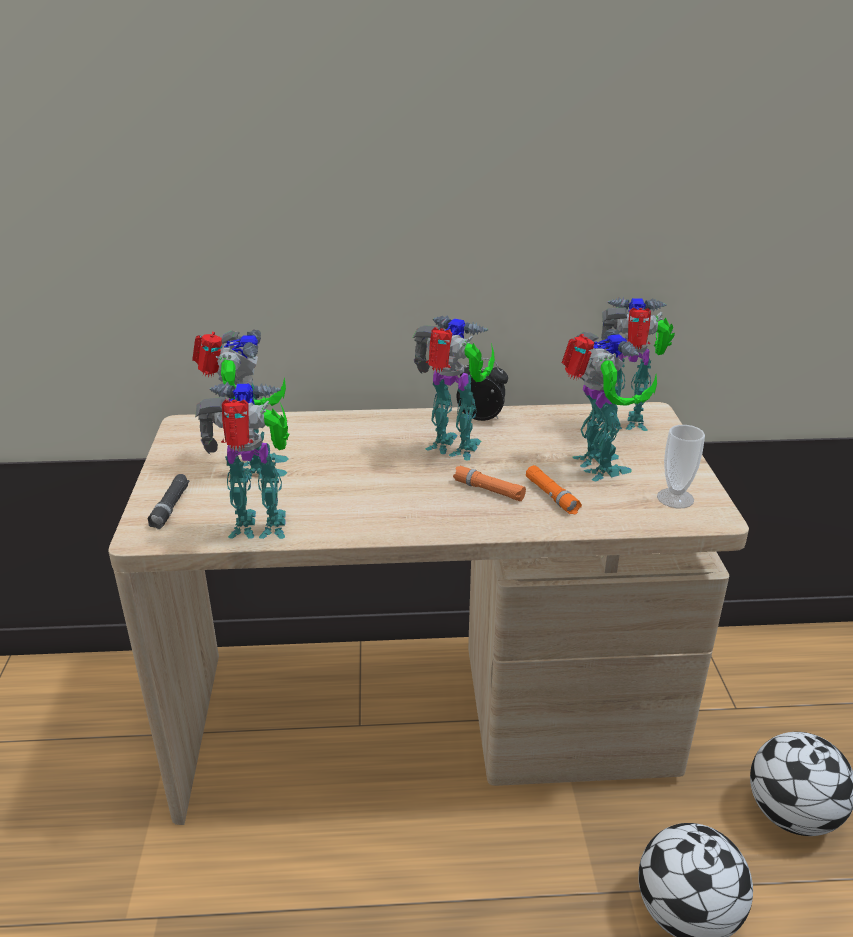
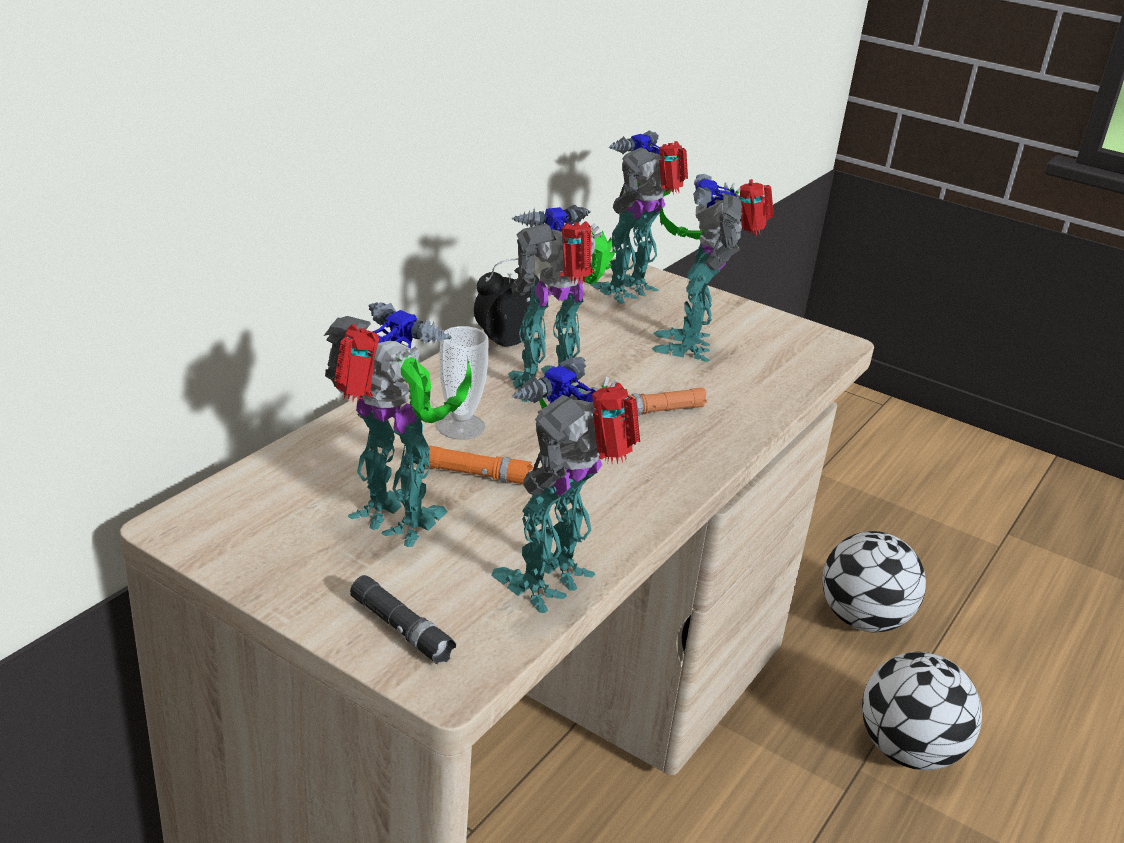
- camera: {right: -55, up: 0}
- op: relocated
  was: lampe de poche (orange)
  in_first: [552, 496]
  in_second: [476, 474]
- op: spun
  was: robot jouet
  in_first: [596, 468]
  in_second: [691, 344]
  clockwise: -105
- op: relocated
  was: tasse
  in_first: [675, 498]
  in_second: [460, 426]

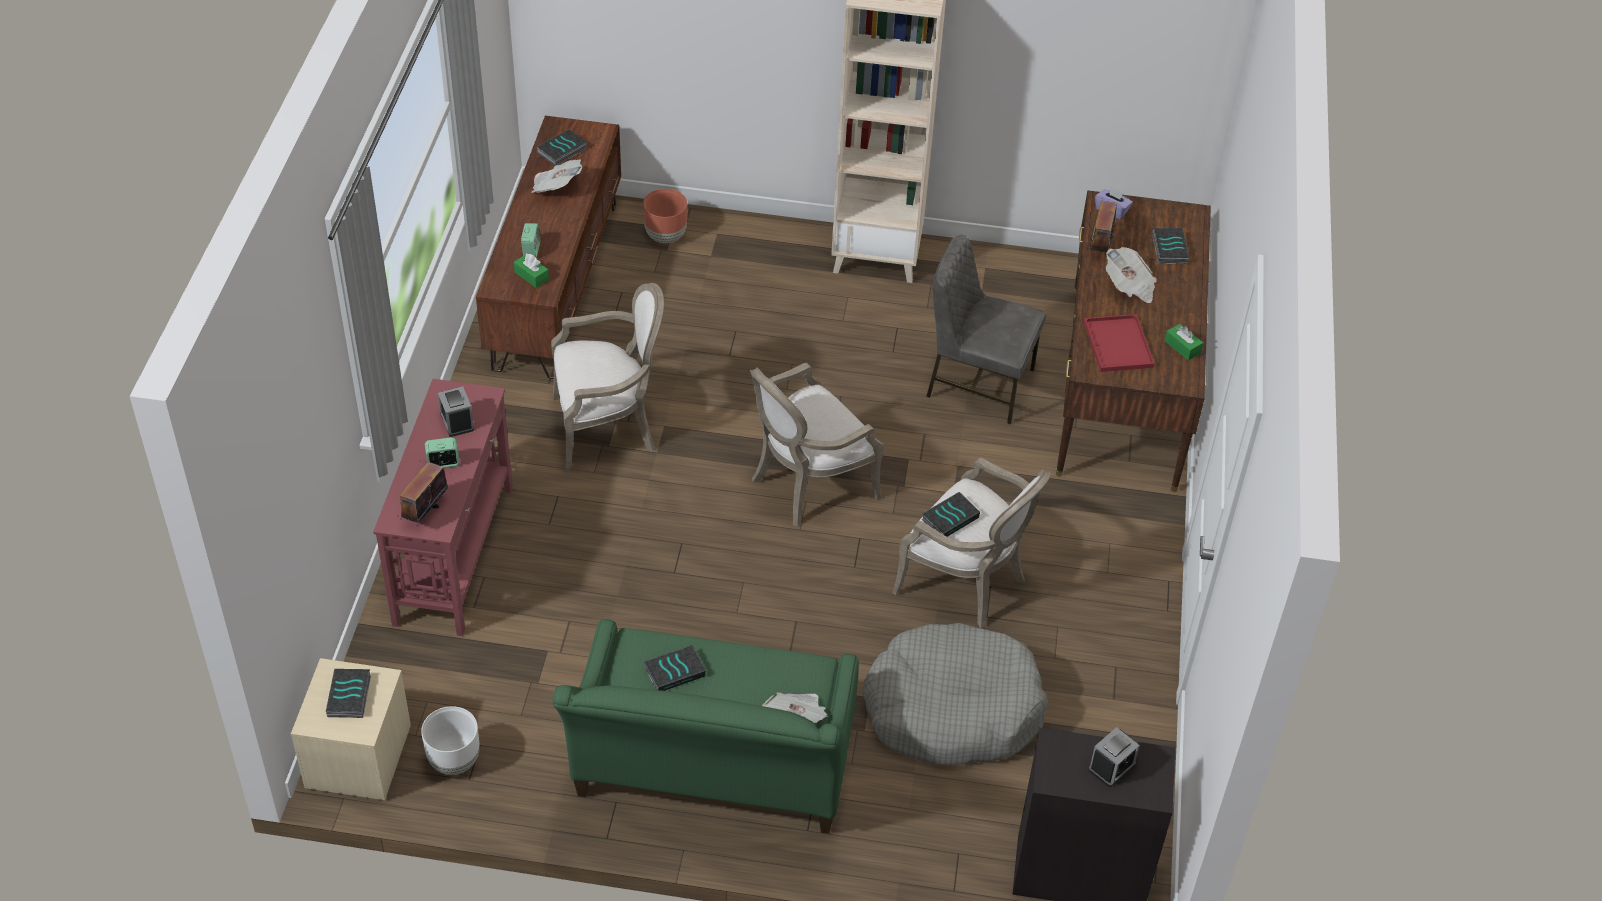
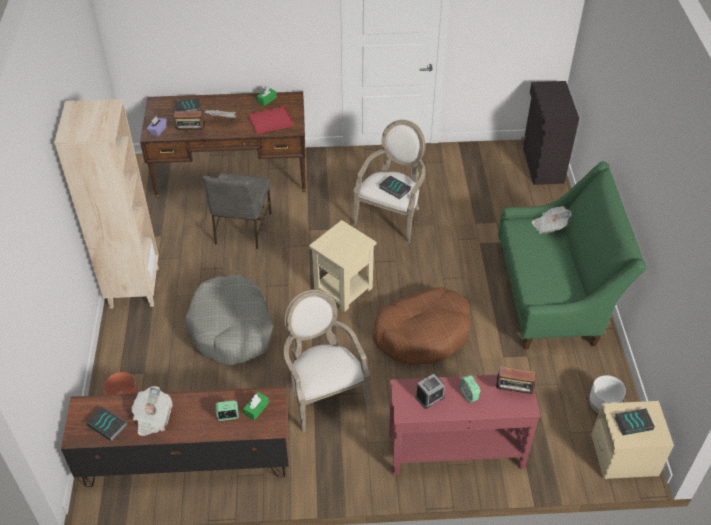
- camera: {right: -100, up: 0}
- op: missing
  was: livre
  in_first: [675, 671]
- op: exchanged
  was: fauteuil
  now: table d'appoint (beige)
  in_first: [806, 485]
  in_second: [343, 290]
- op: relocated
  was: panier pour chien (gris)
  in_first: [951, 709]
  in_second: [231, 328]
- op: missing
  was: réveil
  in_first: [1111, 767]
- op: appeared
  now: panier pour chien (marron)
  in_second: [422, 334]

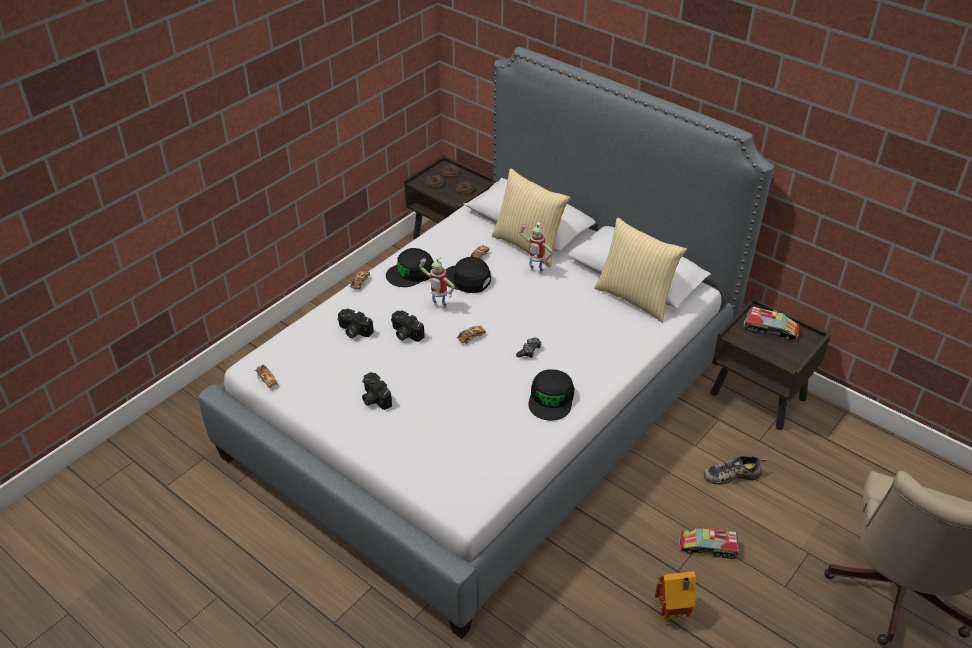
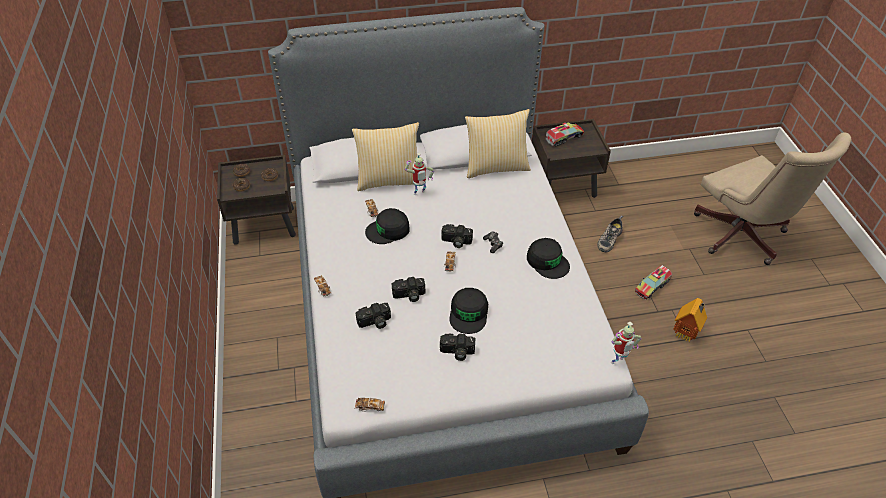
- camera: {right: -50, up: 5}
- op: relocated
  was: casquette (noir)
  in_first: [411, 273]
  in_second: [469, 313]
- op: relocated
  was: robot jouet
  in_first: [439, 307]
  in_second: [618, 362]
- op: appeared
  now: appareil photo
  in_second: [456, 242]

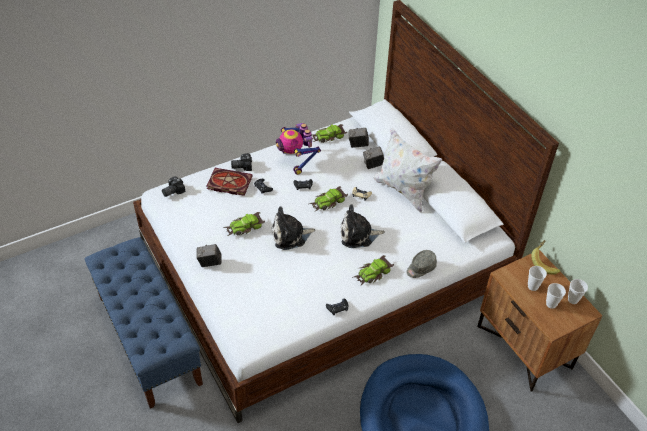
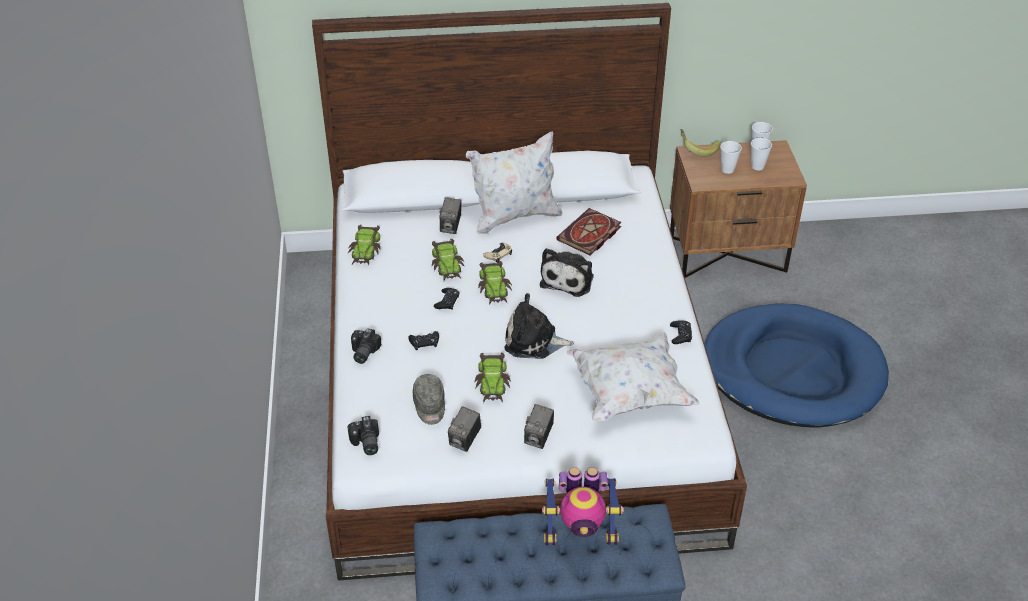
- camera: {right: -65, up: -5}
- op: relocated
  was: livre
  in_first: [228, 183]
  in_second: [589, 235]
- op: spun
  was: peluche
  in_first: [291, 236]
  in_second: [534, 341]
  clockwise: 90
- op: relocated
  was: robot jouet
  in_first: [296, 160]
  in_second: [580, 533]
- op: relocated
  was: appareil photo
  in_first: [358, 145]
  in_second: [465, 440]
- op: relocated
  was: petite voiture
  in_first: [373, 273]
  in_second: [447, 264]
- op: relocated
  was: casquette (gris)
  in_first: [420, 268]
  in_second: [429, 406]
- op: appeared
  now: coussin (blanc)
  in_second: [629, 393]

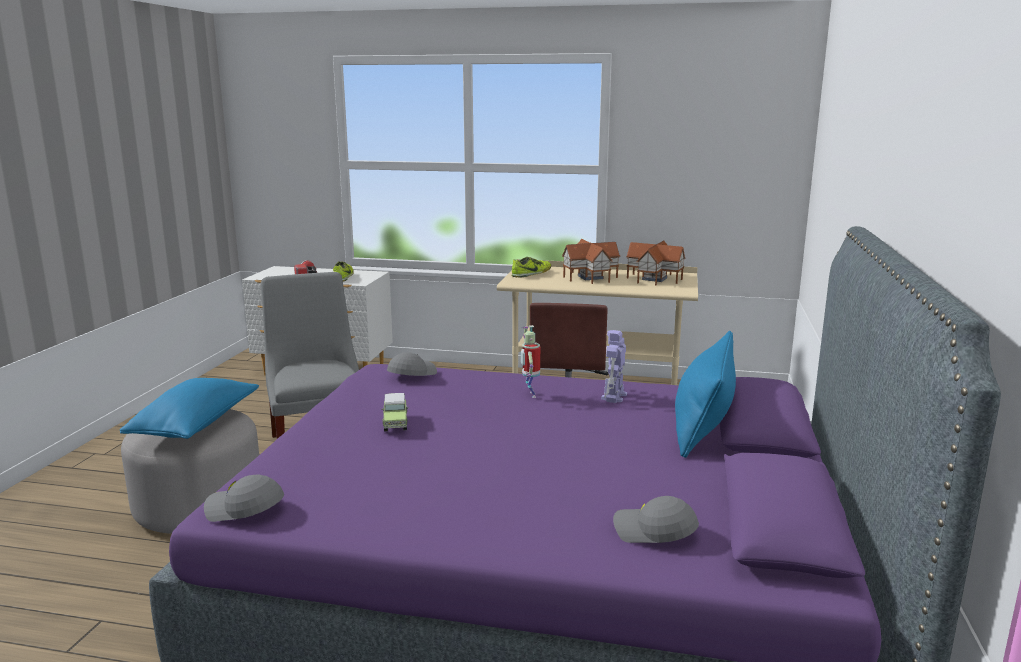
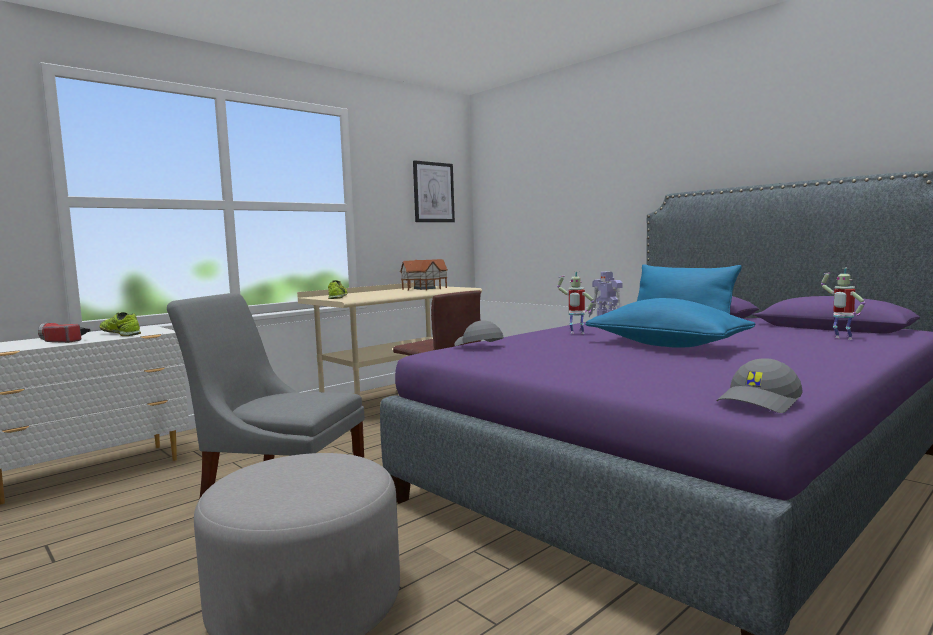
- camera: {right: -55, up: -10}
- op: relocated
  was: coussin (bleu)
  in_first: [196, 425]
  in_second: [667, 345]
- op: missing
  was: petite voiture
  in_first: [395, 422]
- op: missing
  was: maison miniature
  in_first: [590, 277]
- op: exchanged
  was: casquette (gris)
  now: robot jouet
  in_first: [653, 532]
  in_second: [841, 338]
- op: appeared
  now: tableau
  in_second: [433, 192]

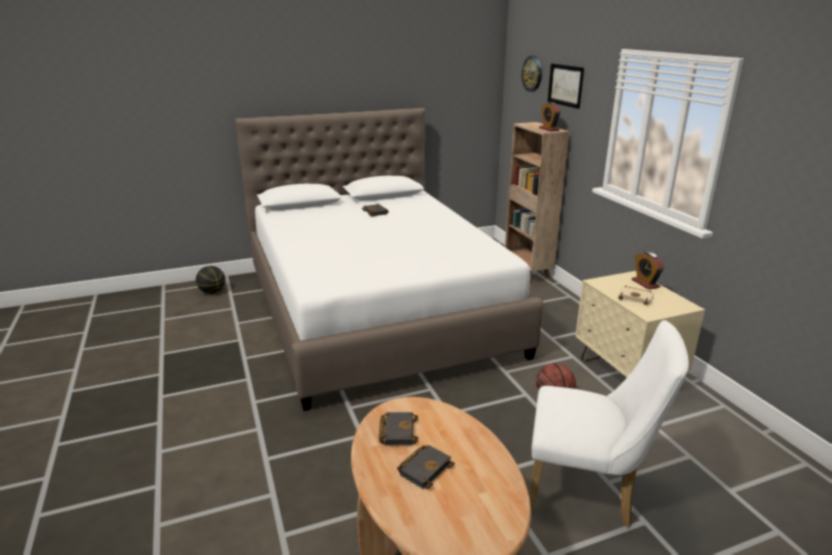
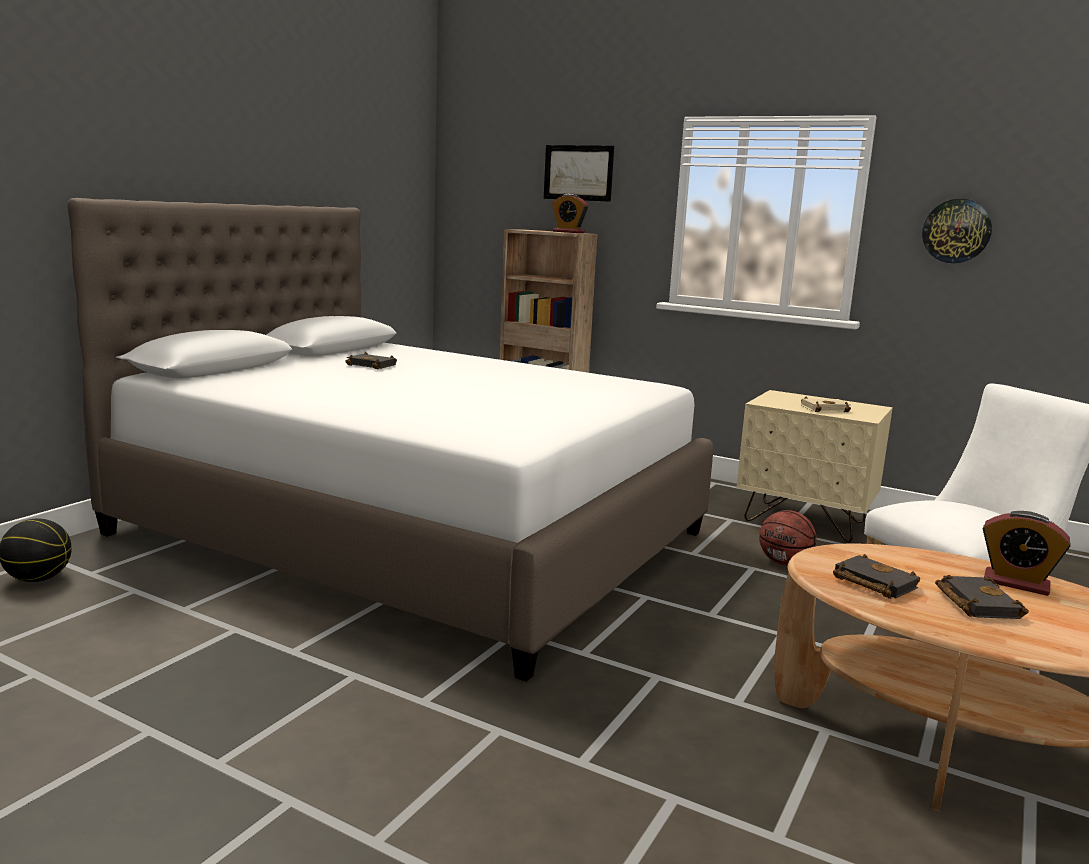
- camera: {right: -40, up: -10}
- op: relocated
  was: horloge murale
  in_first: [532, 73]
  in_second: [956, 231]
- op: relocated
  was: réveil
  in_first: [645, 283]
  in_second: [1016, 583]

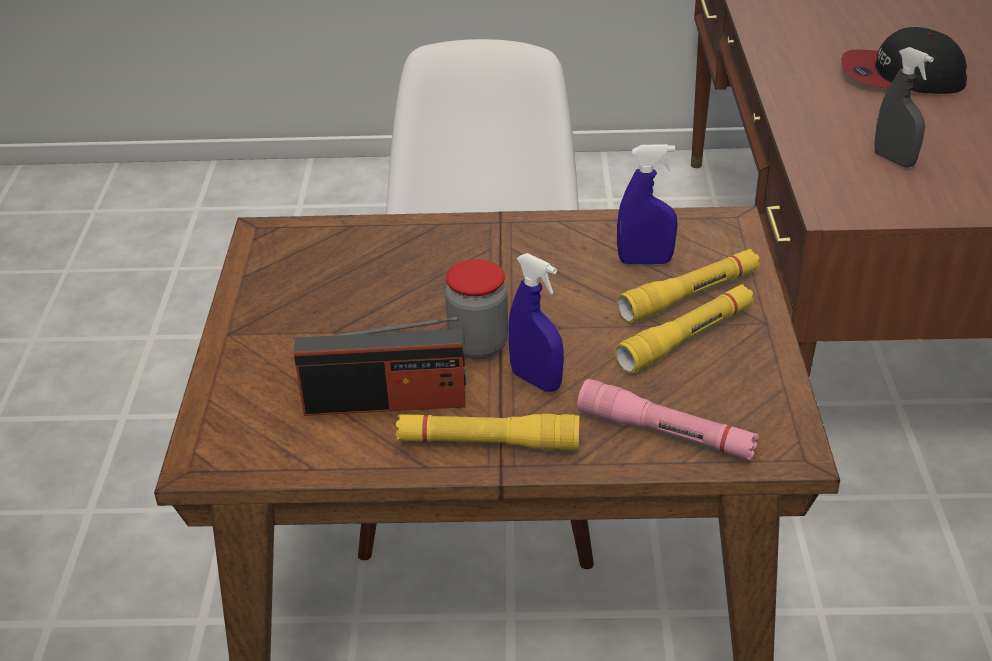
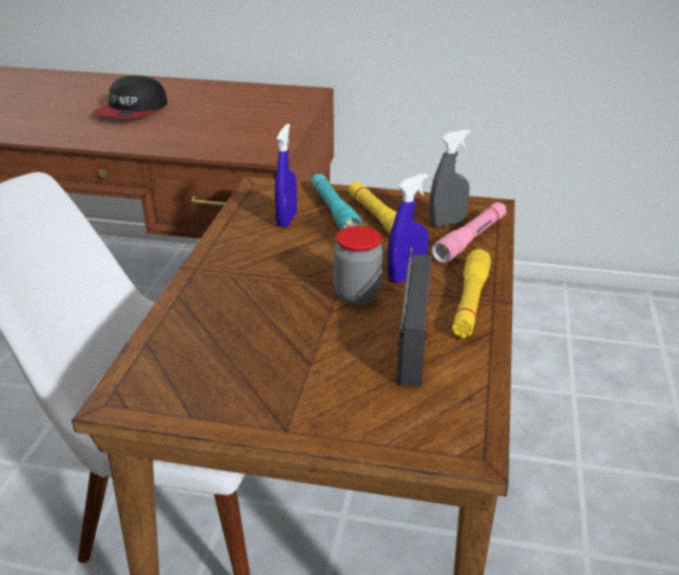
- camera: {right: -80, up: -5}
- op: colour
  was: lampe de poche (jaune)
  now: lampe de poche (turquoise)
  in_first: [689, 296]
  in_second: [334, 211]
- op: relocated
  was: vaporisateur (gris)
  in_first: [894, 160]
  in_second: [447, 223]

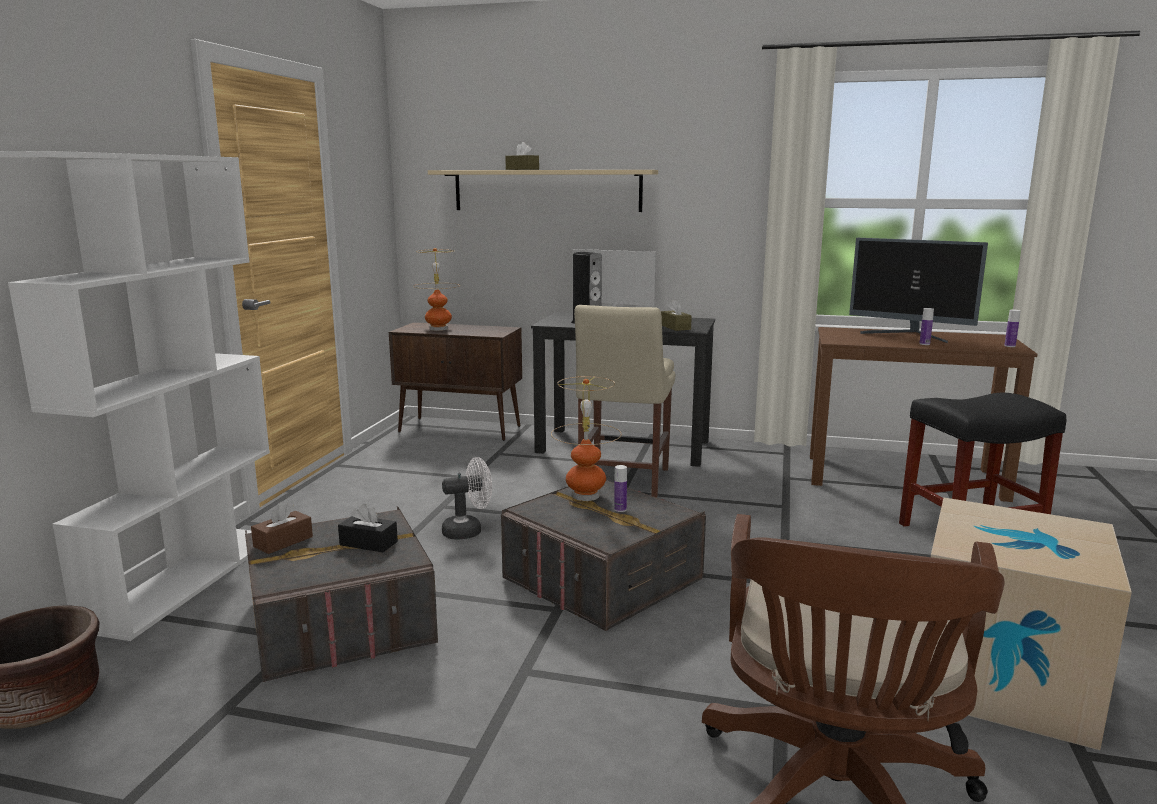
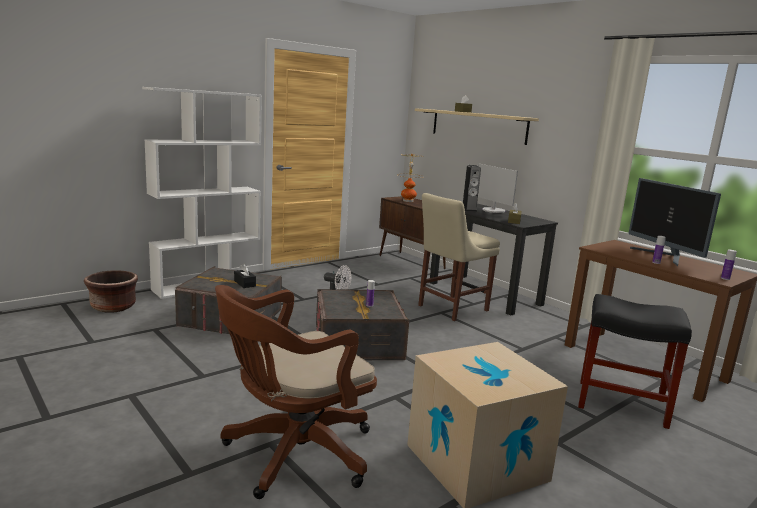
- camera: {right: 35, up: 0}
- op: missing
  was: boîte à mouchoirs (marron)
  in_first: [283, 542]
- op: missing
  was: lampe de table
  in_first: [586, 496]

